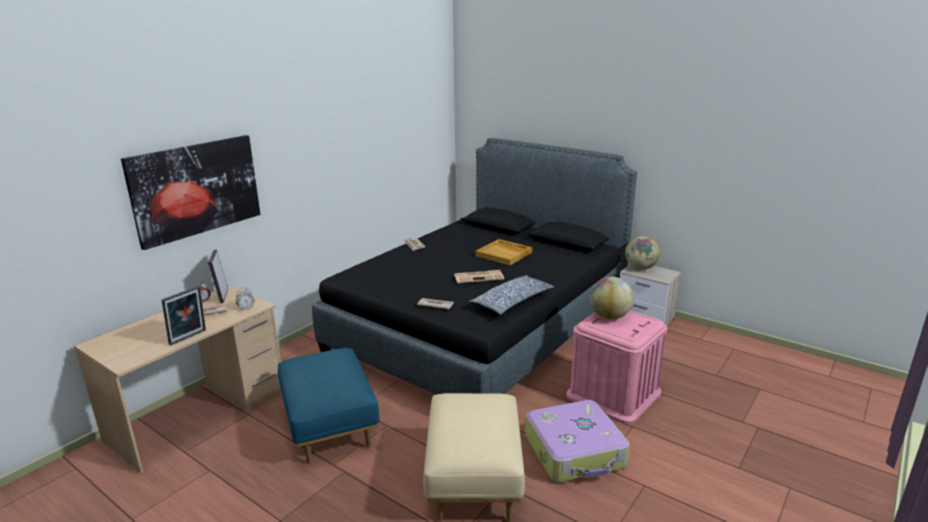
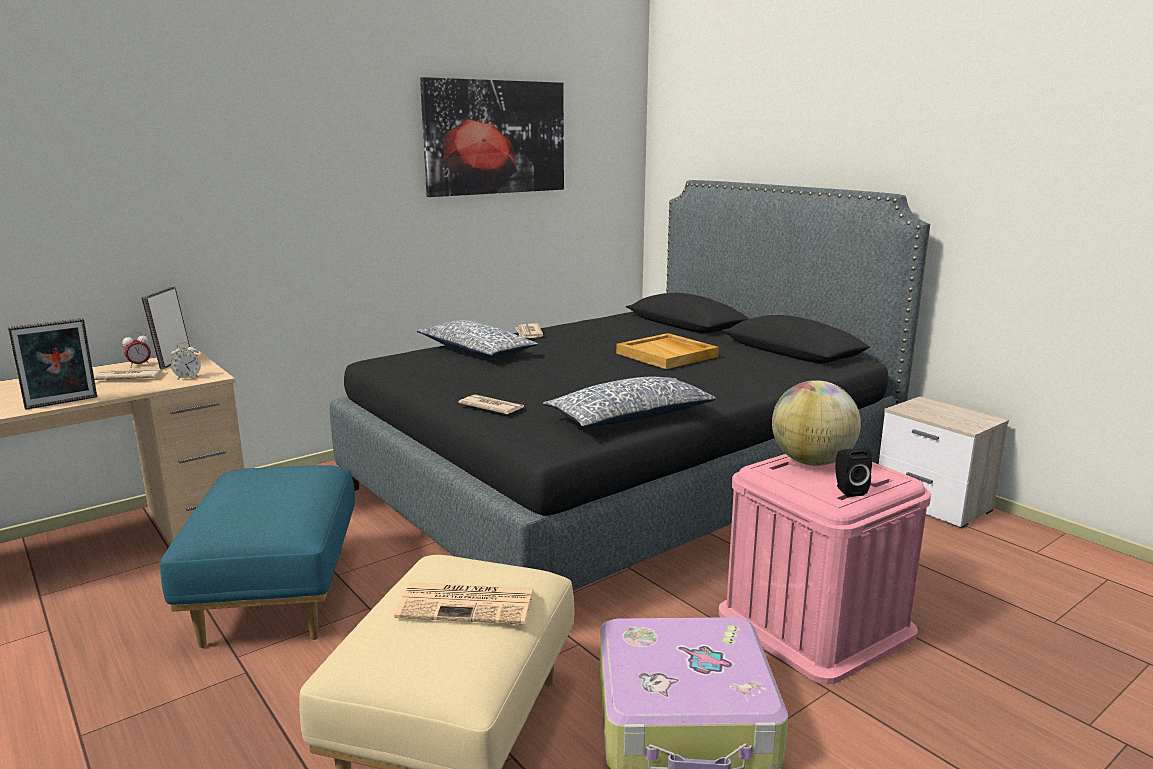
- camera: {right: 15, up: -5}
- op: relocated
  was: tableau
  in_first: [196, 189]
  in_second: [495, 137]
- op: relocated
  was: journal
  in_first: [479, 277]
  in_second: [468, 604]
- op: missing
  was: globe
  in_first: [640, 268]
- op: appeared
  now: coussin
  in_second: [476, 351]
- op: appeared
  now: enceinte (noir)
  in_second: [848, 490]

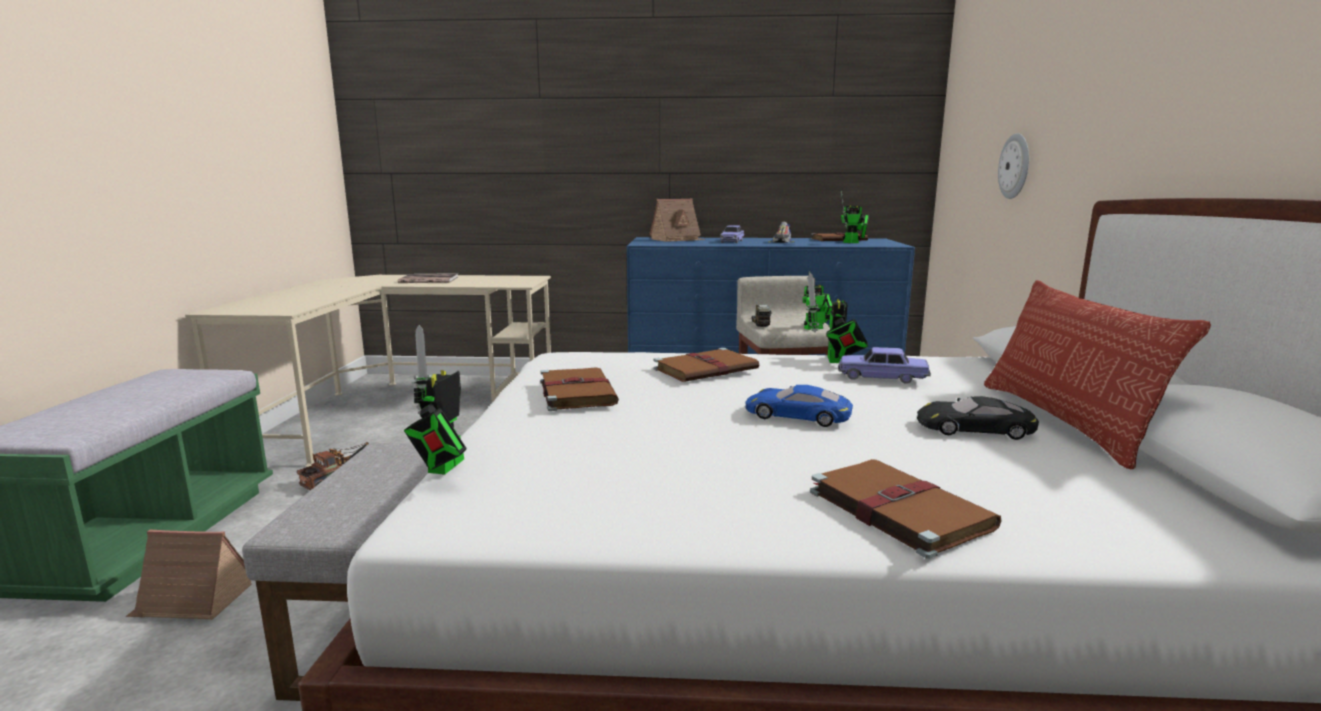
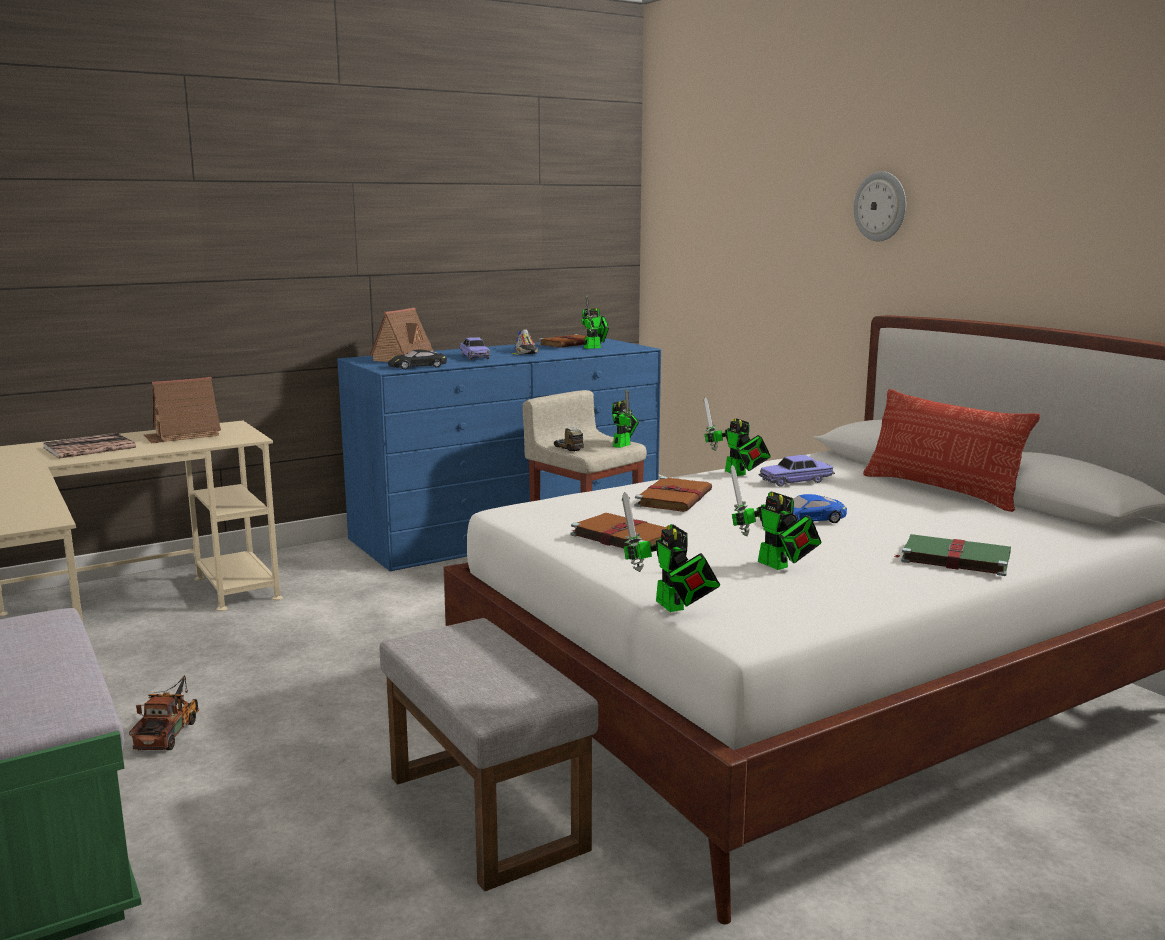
- camera: {right: -35, up: 0}
- op: relocated
  was: maison miniature
  in_first: [193, 600]
  in_second: [183, 435]
- op: colour
  was: livre (marron)
  now: livre (vert)
  in_first: [895, 508]
  in_second: [953, 558]
- op: relocated
  was: petite voiture (noir)
  in_first: [974, 428]
  in_second: [417, 366]
- op: relocated
  was: horloge murale
  in_first: [1015, 166]
  in_second: [881, 206]
- op: appeared
  now: robot jouet
  in_second: [776, 566]

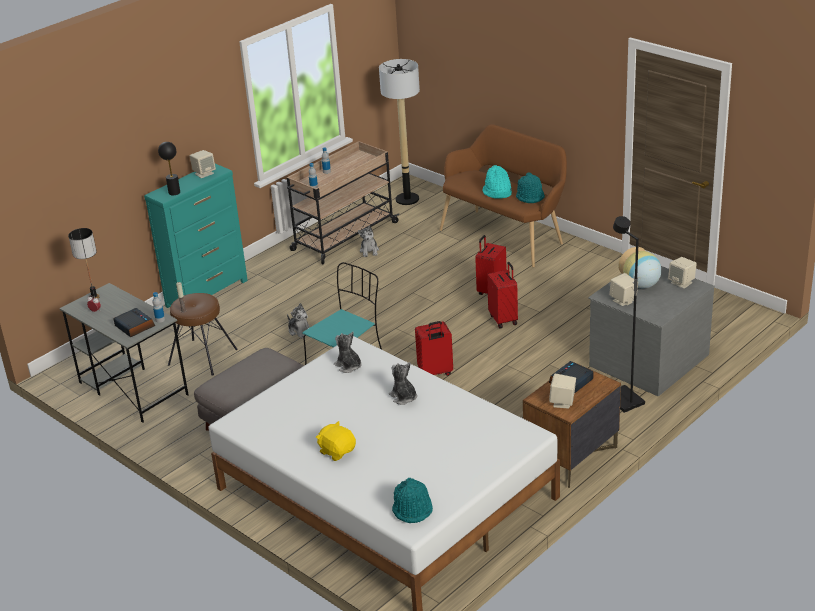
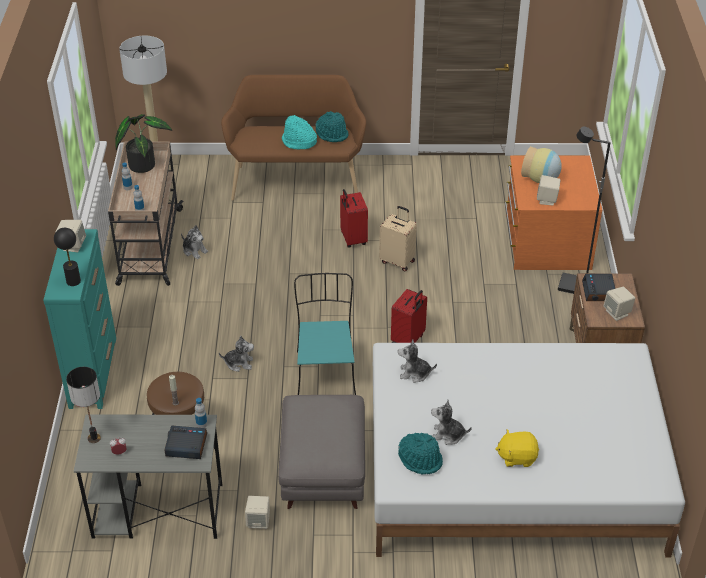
- camera: {right: -45, up: 10}
- op: relocated
  was: peluche
  in_first: [403, 397]
  in_second: [448, 435]
- op: relocated
  was: chapeau (turquoise)
  in_first: [412, 509]
  in_second: [420, 459]
- op: colour
  was: valise (rouge)
  now: valise (beige)
  in_first: [504, 319]
  in_second: [398, 261]
- op: colour
  was: commode (gris)
  now: commode (orange)
  in_first: [647, 359]
  in_second: [546, 242]
- op: relocated
  was: enceinte (beige)
  in_first: [682, 283]
  in_second: [258, 521]
- op: appeared
  now: plante en pot
  in_second: [143, 163]

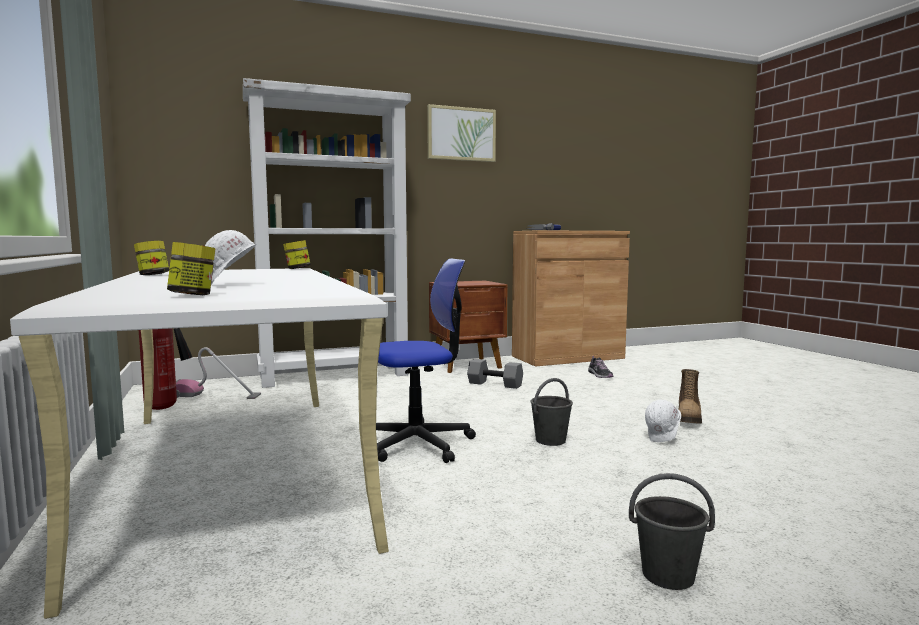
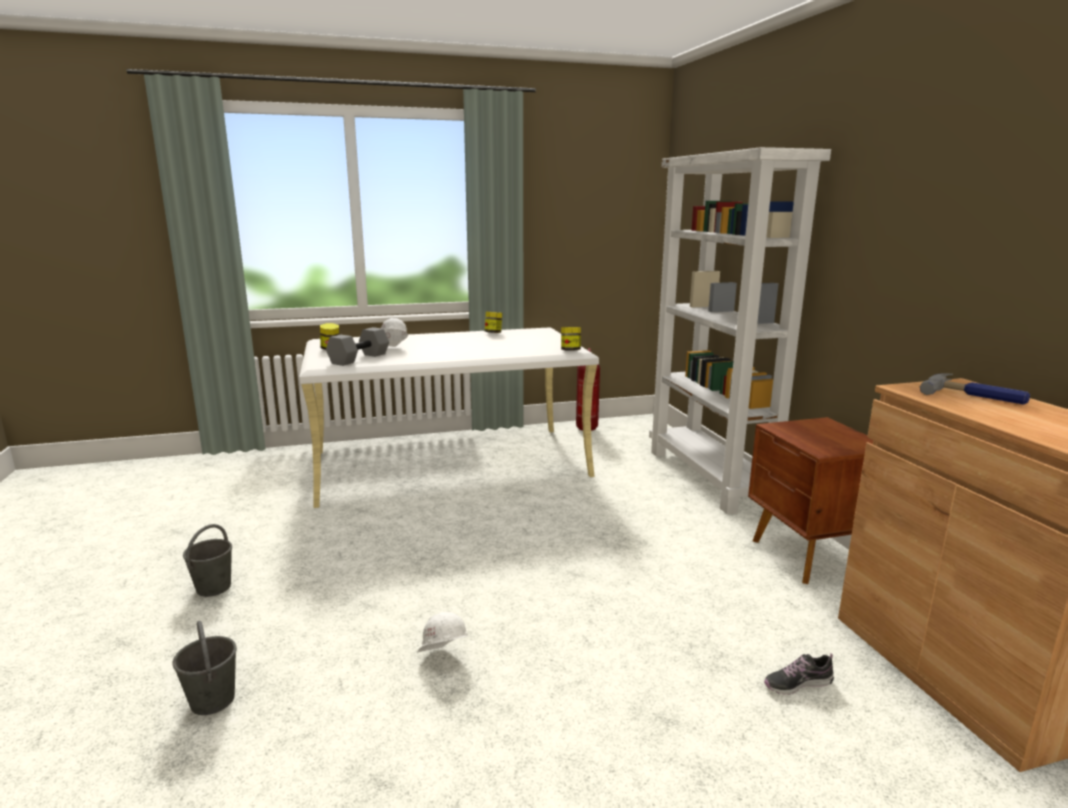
- camera: {right: 95, up: 10}
- op: missing
  was: aspirateur
  in_first: [215, 396]
- op: missing
  was: chaise de bureau
  in_first: [418, 443]
- op: missing
  was: tableau
  in_first: [461, 134]
- op: relocated
  was: haltère (gris)
  in_first: [494, 384]
  in_second: [359, 358]
- op: relocated
  was: seau (gris)
  in_first: [551, 440]
  in_second: [212, 701]
- op: missing
  was: botte
  in_first: [689, 418]

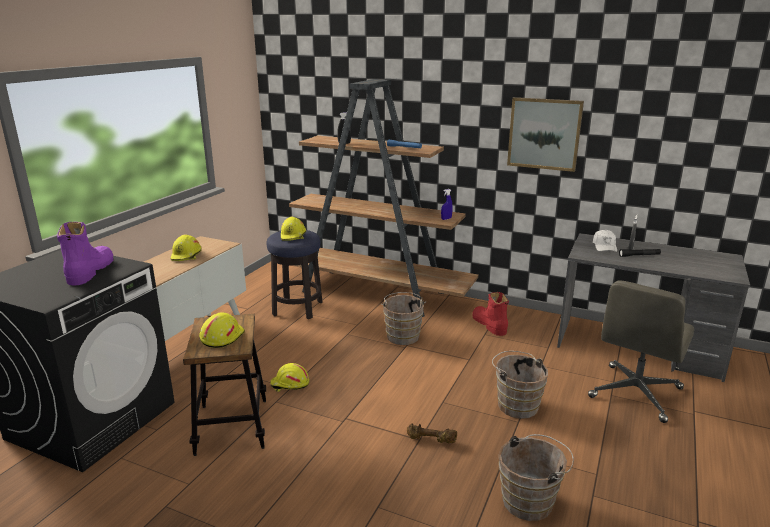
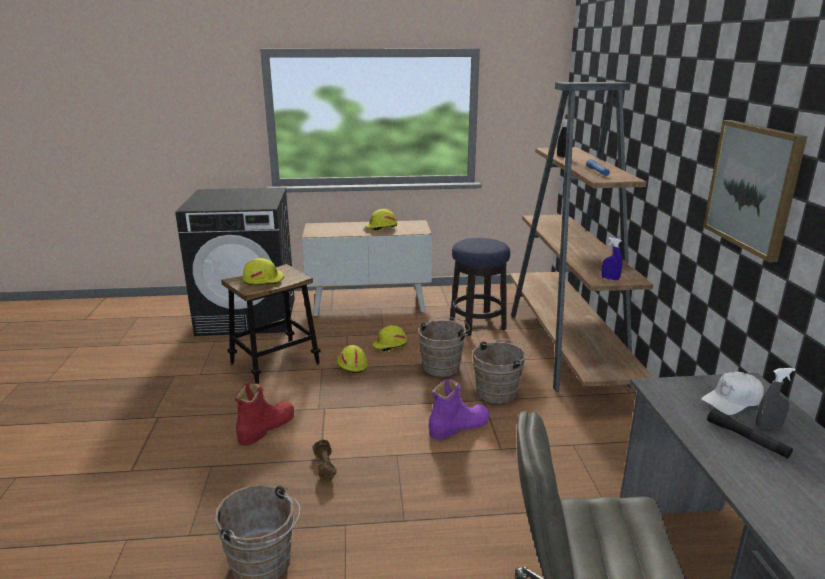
- camera: {right: 60, up: 0}
- op: relocated
  was: botte (violet)
  in_first: [90, 271]
  in_second: [458, 426]
- op: relocated
  was: casque de chantier (jaune)
  in_first: [293, 236]
  in_second: [390, 346]
- op: relocated
  was: botte (rouge)
  in_first: [489, 324]
  in_second: [266, 427]
- op: relocated
  was: seau (marron)
  in_first: [516, 404]
  in_second: [443, 366]

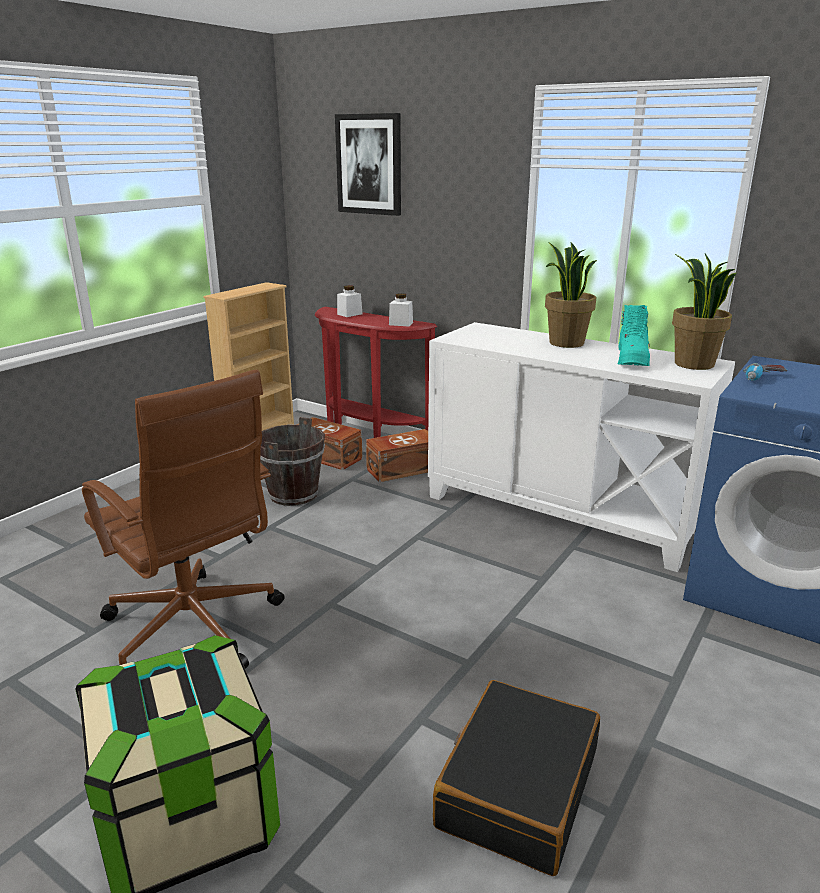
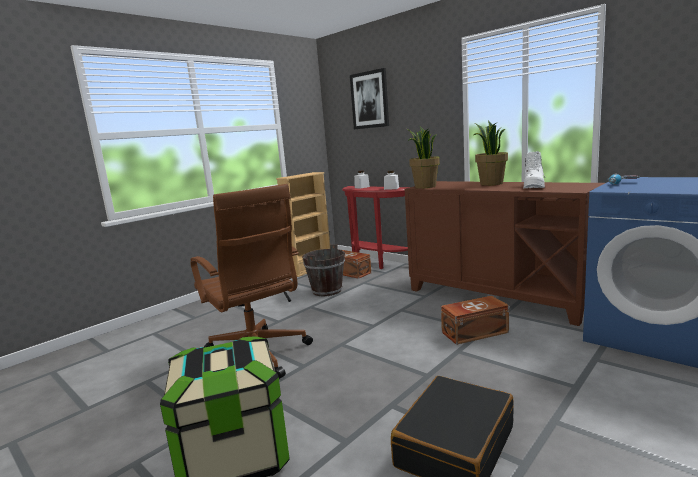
- camera: {right: 10, up: -10}
- op: relocated
  was: boîte de rangement (marron)
  in_first: [401, 469]
  in_second: [473, 332]
- op: colour
  was: meuble de rangement (blanc)
  now: meuble de rangement (marron)
  in_first: [560, 513]
  in_second: [497, 296]
- op: colour
  was: botte (turquoise)
  now: botte (blanc)
  in_first: [632, 360]
  in_second: [533, 186]
- op: relocated
  was: plante en pot
  in_first: [693, 364]
  in_second: [425, 187]

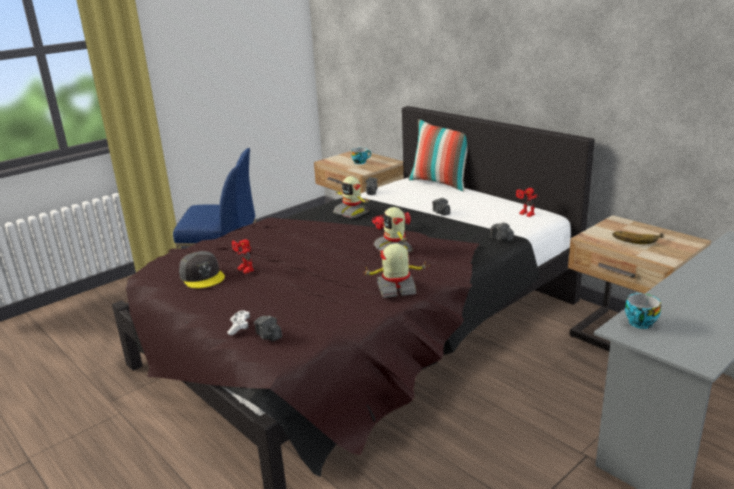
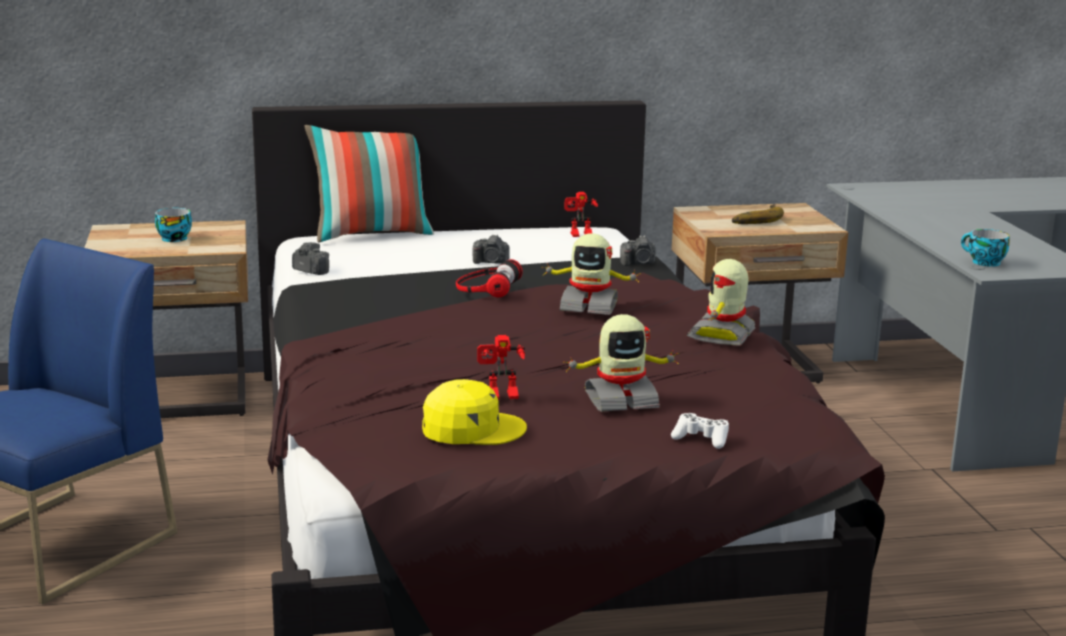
- camera: {right: -60, up: -5}
- op: colour
  was: casquette (gris)
  now: casquette (jaune)
  in_first: [202, 276]
  in_second: [472, 428]
- op: missing
  was: appareil photo
  in_first: [268, 336]
- op: relocated
  was: robot jouet
  in_first: [352, 212]
  in_second: [620, 400]

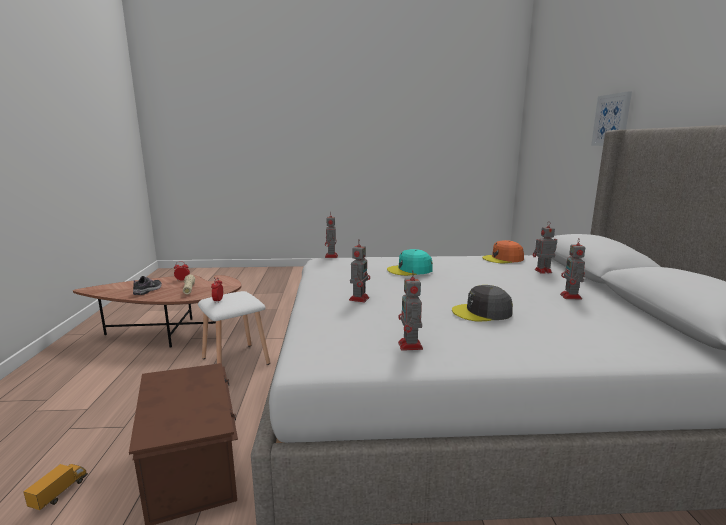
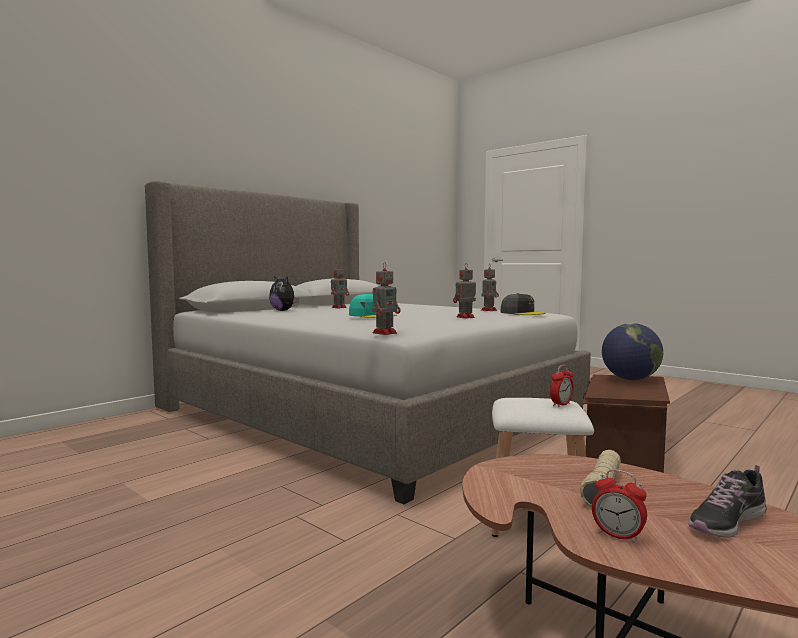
- camera: {right: -135, up: -10}
- op: missing
  was: camion jouet
  in_first: [60, 493]
- op: relocated
  was: casquette (gris)
  in_first: [482, 312]
  in_second: [522, 313]
- op: missing
  was: casquette (orange)
  in_first: [503, 259]
- op: exchanged
  was: robot jouet
  now: peluche
  in_first: [542, 271]
  in_second: [283, 310]
- op: missing
  was: tableau
  in_first: [611, 120]
- op: appeared
  now: globe
  in_second: [630, 379]

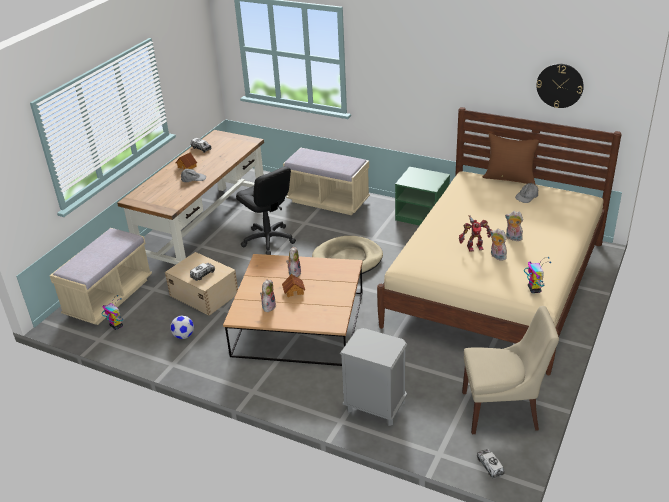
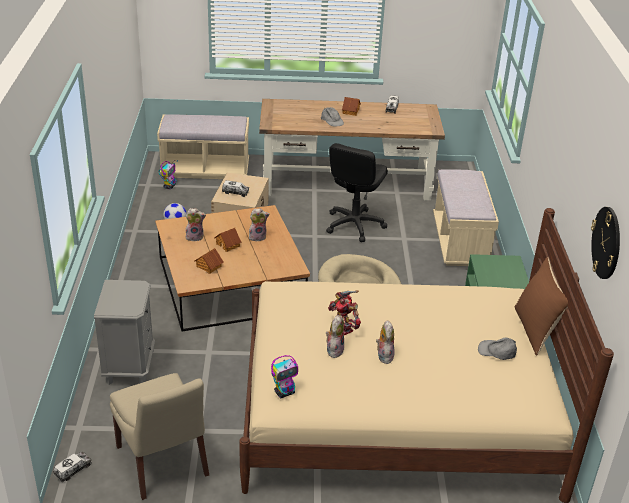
- camera: {right: 60, up: 0}
- op: appeared
  now: maison miniature
  in_second: [208, 266]

